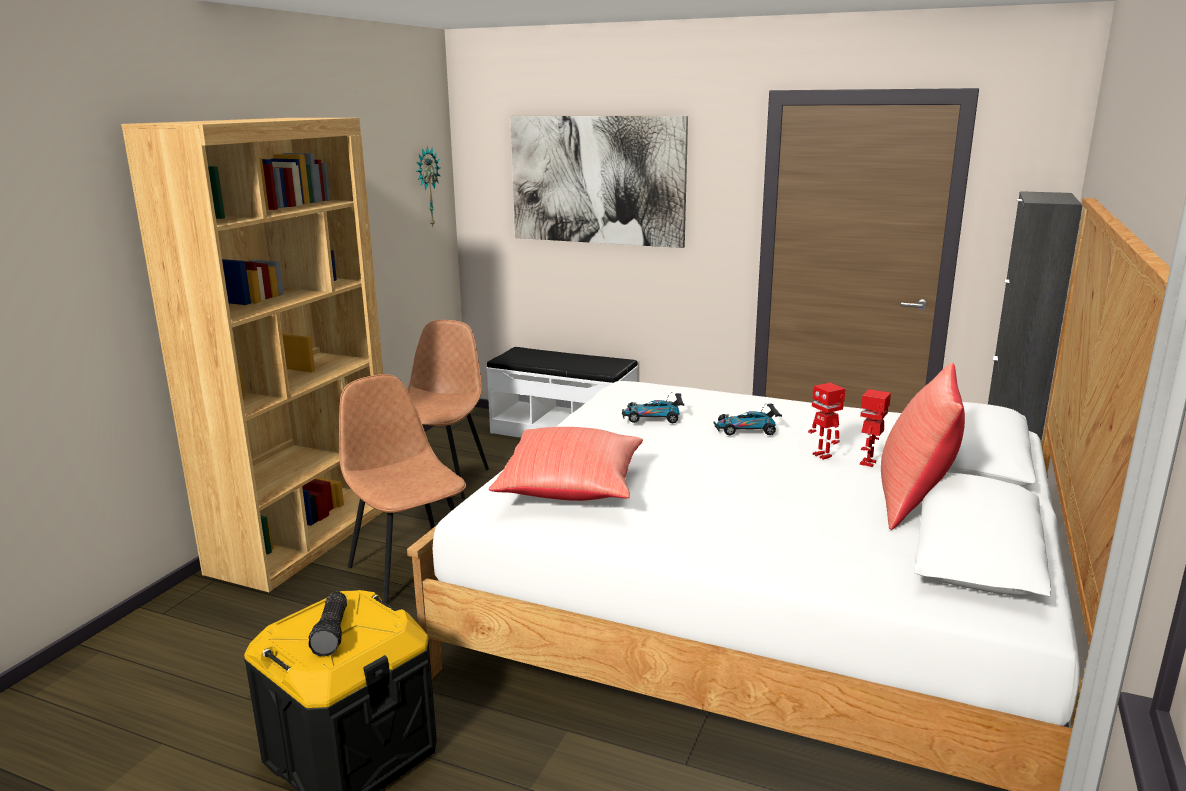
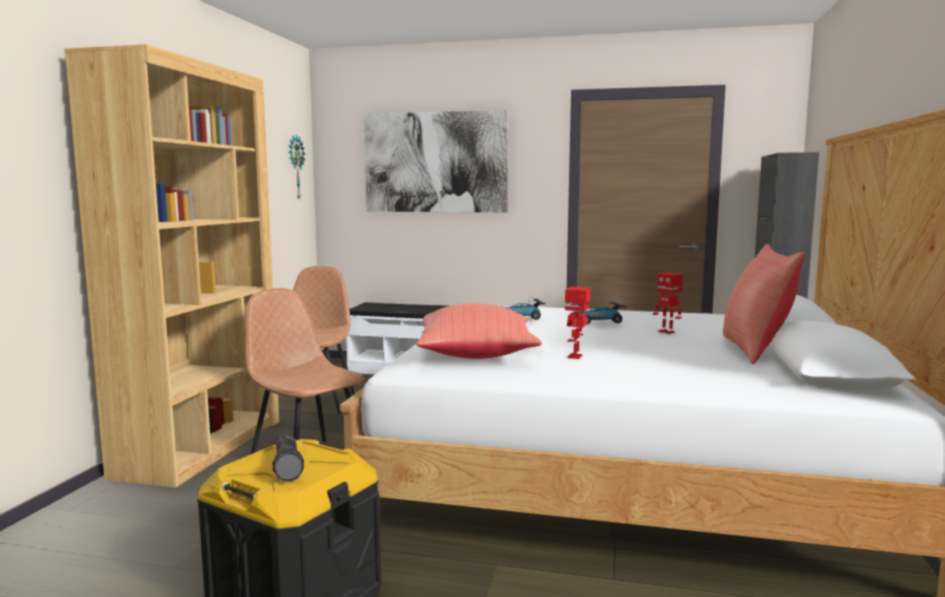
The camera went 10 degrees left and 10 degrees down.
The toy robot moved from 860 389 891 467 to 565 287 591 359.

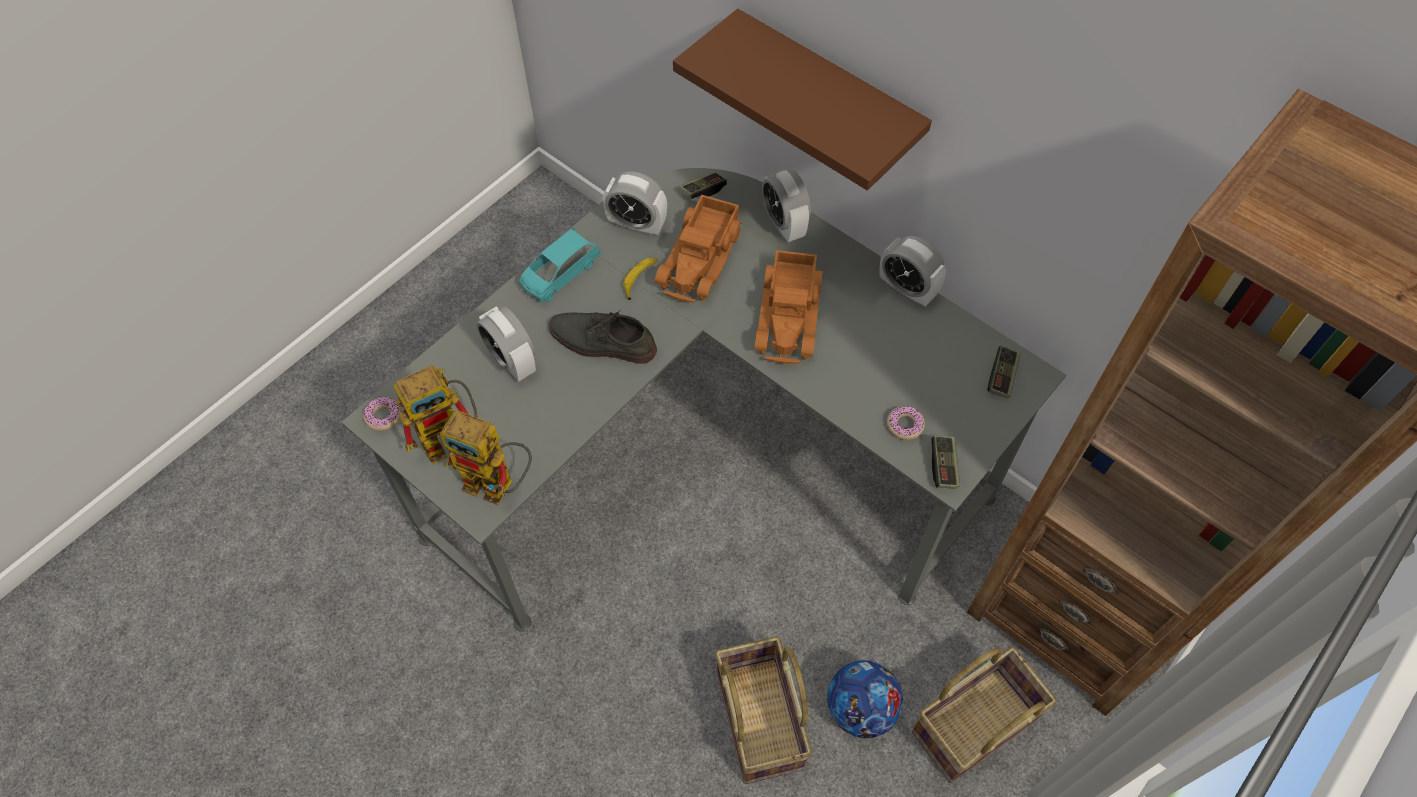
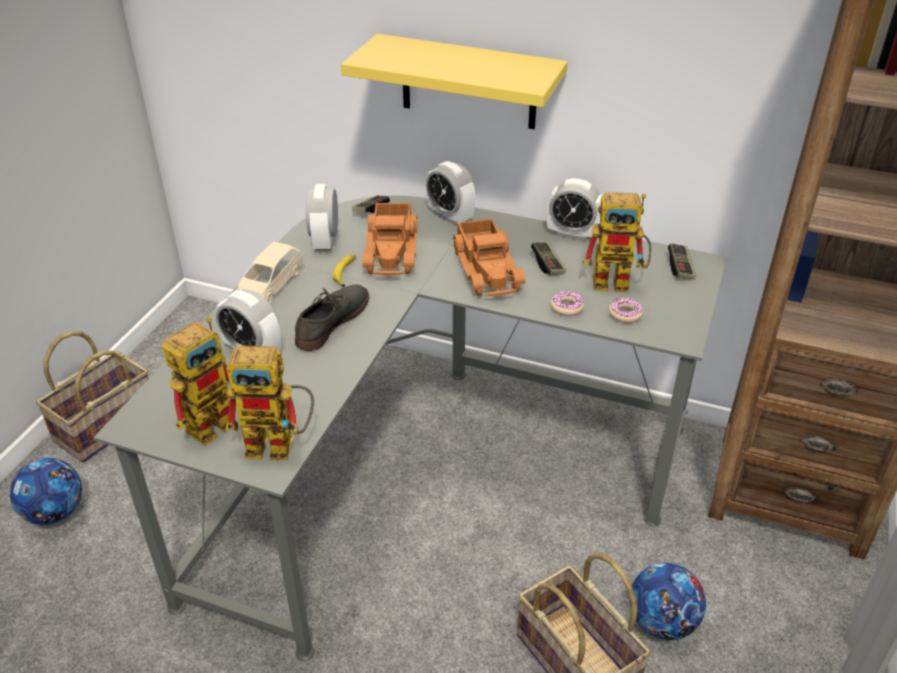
The camera went 20 degrees left and 20 degrees down.
The football at 10 458 82 525 appeared.
The toy robot at 582 192 652 292 appeared.
The donut moved from 363 397 401 431 to 550 291 584 316.
The basket moved from 911 647 1057 783 to 36 331 149 462.
The game controller moved from 931 436 960 489 to 531 242 566 275.
The toy car/turquoise at 519 228 600 302 became the toy car/beige at 237 242 303 303.
The shelf/brown at 673 9 932 190 became the shelf/yellow at 341 34 568 129.
The shoe/grey at 548 311 657 364 turned 120 degrees clockwise.
The alarm clock at 603 171 667 237 turned 90 degrees clockwise.

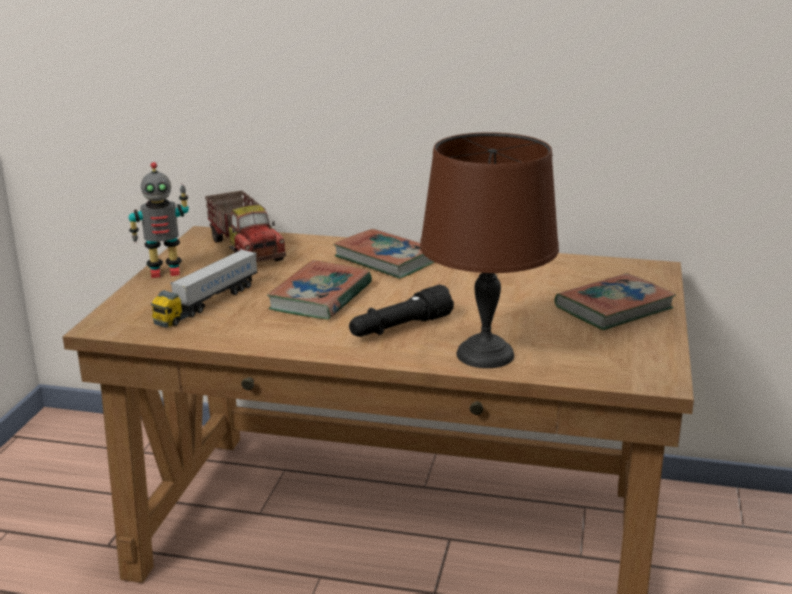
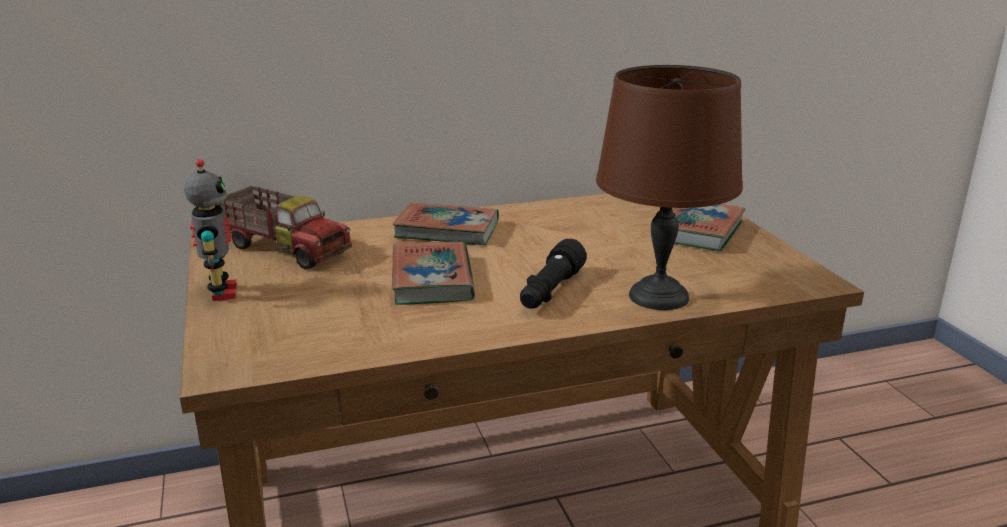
The camera went 30 degrees left and 0 degrees up.
The toy truck at 151 249 258 328 disappeared.
The toy robot at 129 162 189 278 turned 60 degrees counterclockwise.

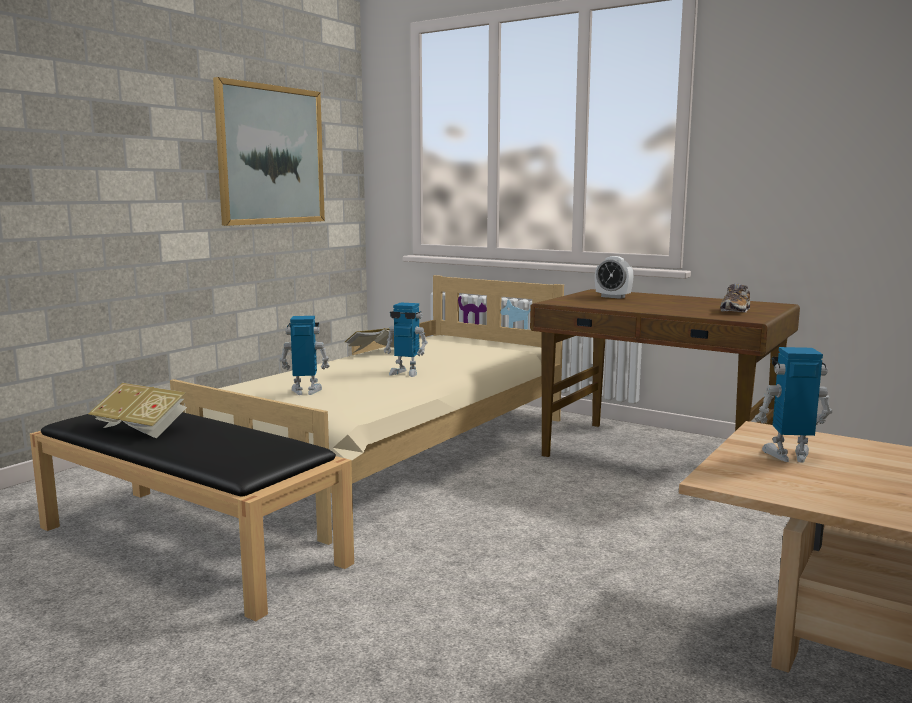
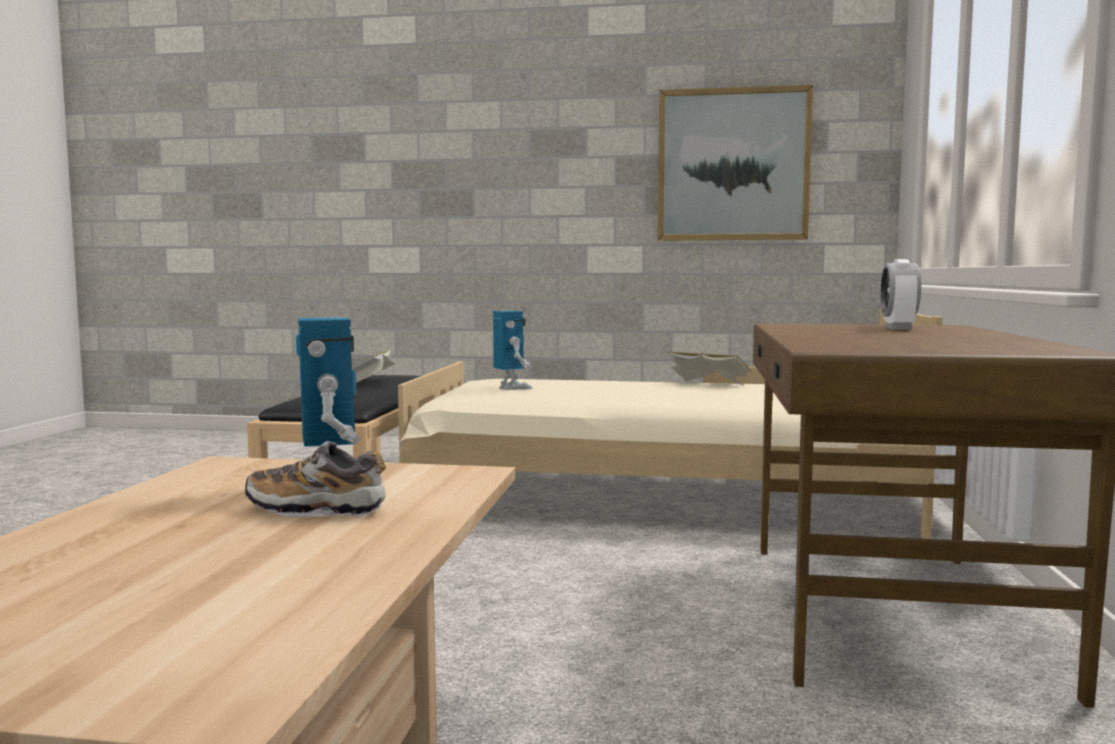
The camera went 65 degrees right and 5 degrees down.
The toy robot at 384 303 428 377 disappeared.
The shoe moved from 720 283 750 313 to 245 441 386 517.

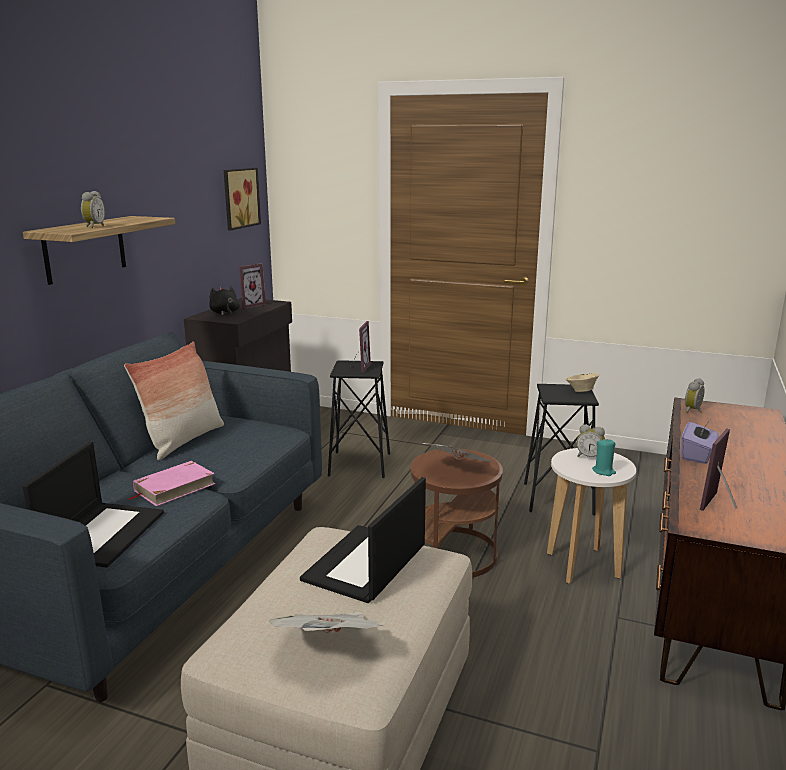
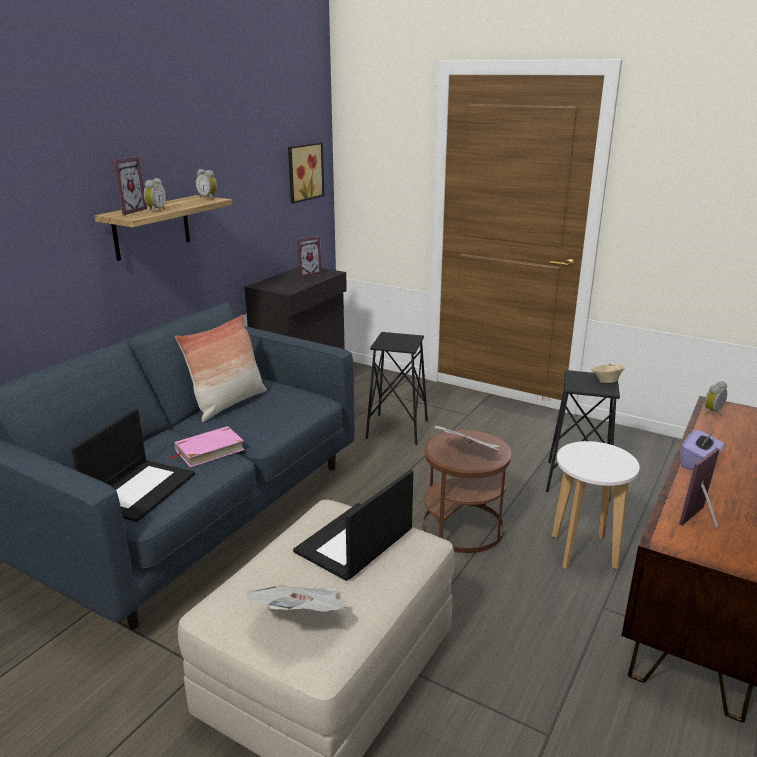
The camera went 10 degrees right and 5 degrees up.
The plush toy/black at 209 286 240 316 disappeared.
The candle/turquoise at 592 439 616 476 disappeared.
The picture frame moved from 351 321 371 373 to 113 156 147 215.
The alarm clock moved from 576 424 605 457 to 196 169 217 200.

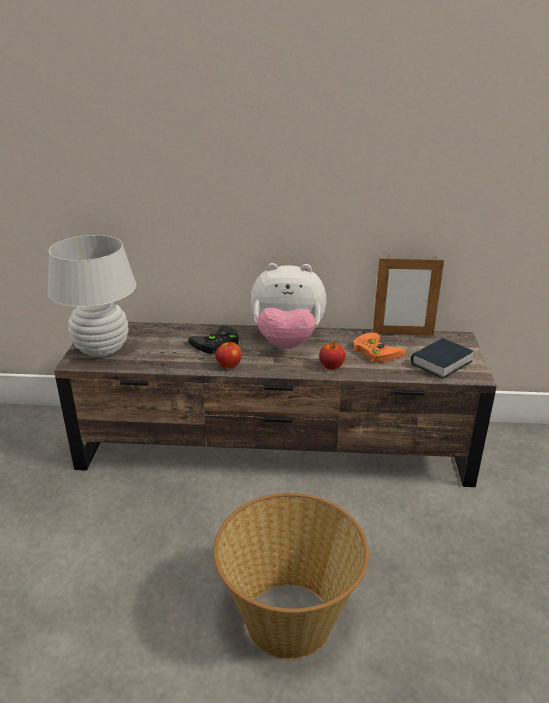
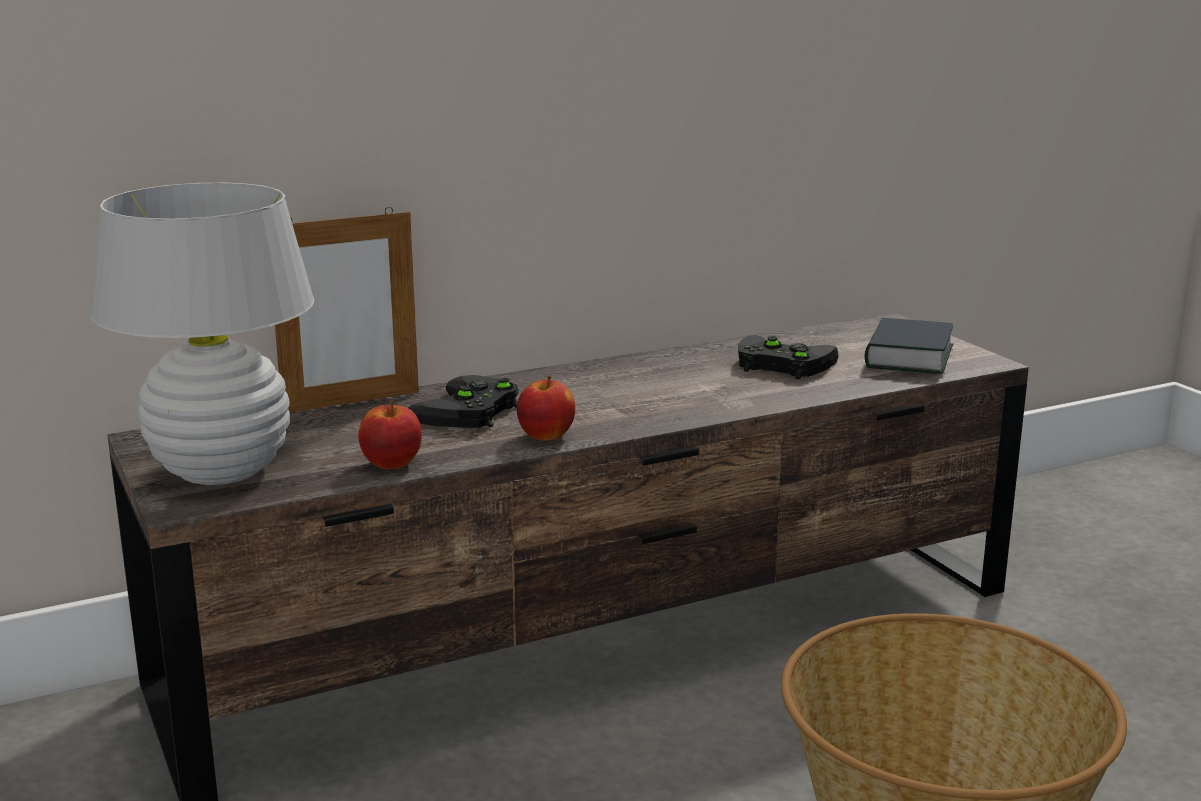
The camera went 30 degrees left and 10 degrees down.
The plush toy at 251 263 327 349 disappeared.
The apple moved from 319 342 345 370 to 358 400 422 469.
The picture frame moved from 373 256 444 336 to 275 207 419 413.
The game controller/orange at 353 332 406 363 became the game controller/black at 738 335 838 379.

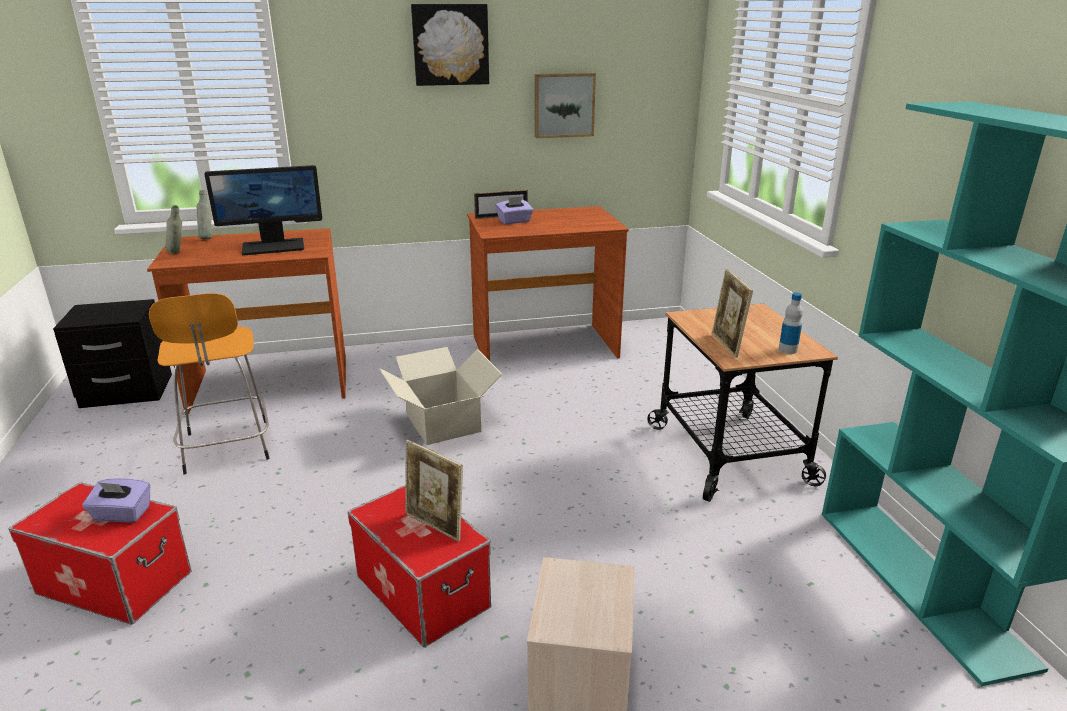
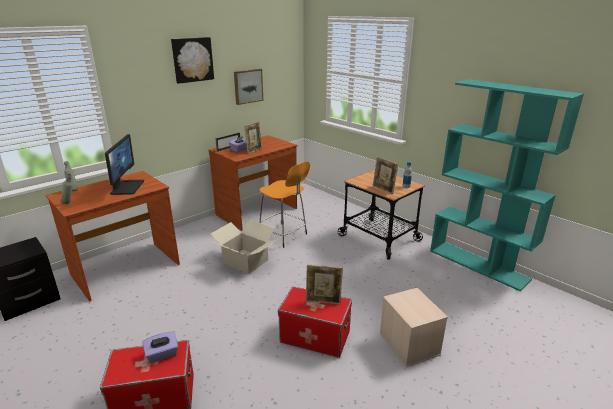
The camera went 30 degrees left and 0 degrees up.
The picture frame at 244 121 262 154 appeared.
The stool/orange moved from 149 293 270 475 to 259 161 310 248.
The monitor at 204 165 322 255 turned 45 degrees counterclockwise.

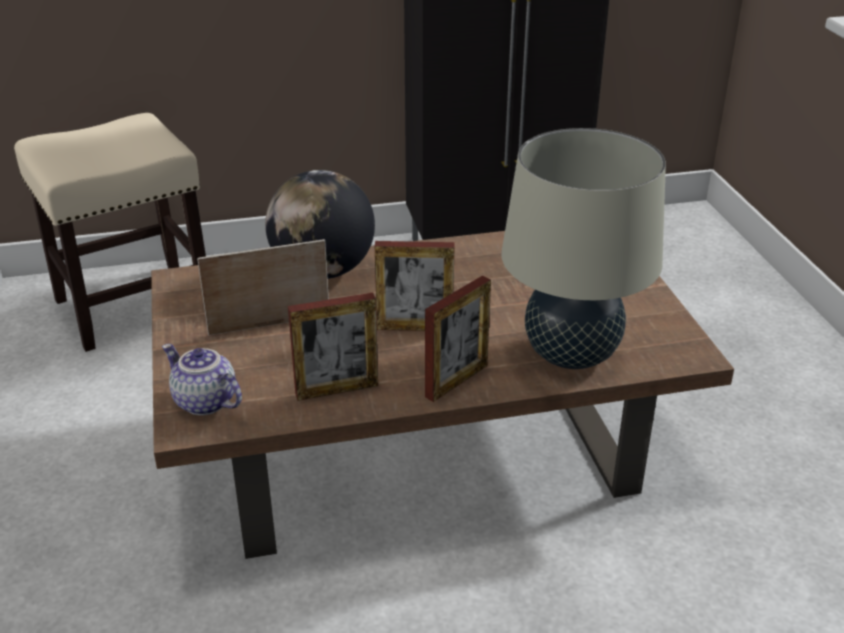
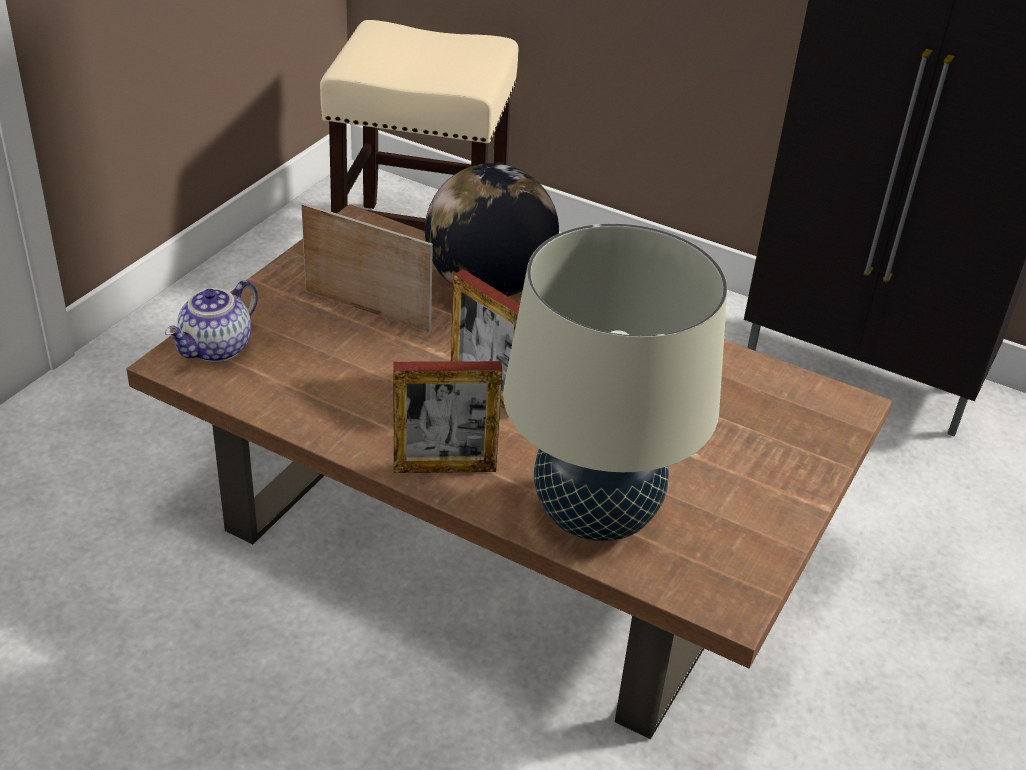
The camera went 40 degrees right and 5 degrees up.
The picture frame at 288 293 378 401 disappeared.
The teapot at 162 344 242 415 turned 135 degrees counterclockwise.

